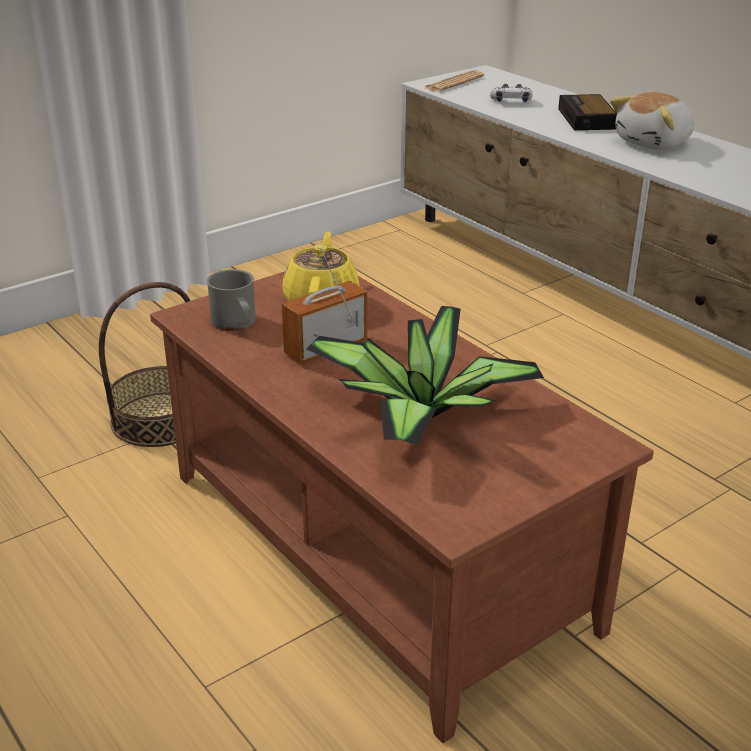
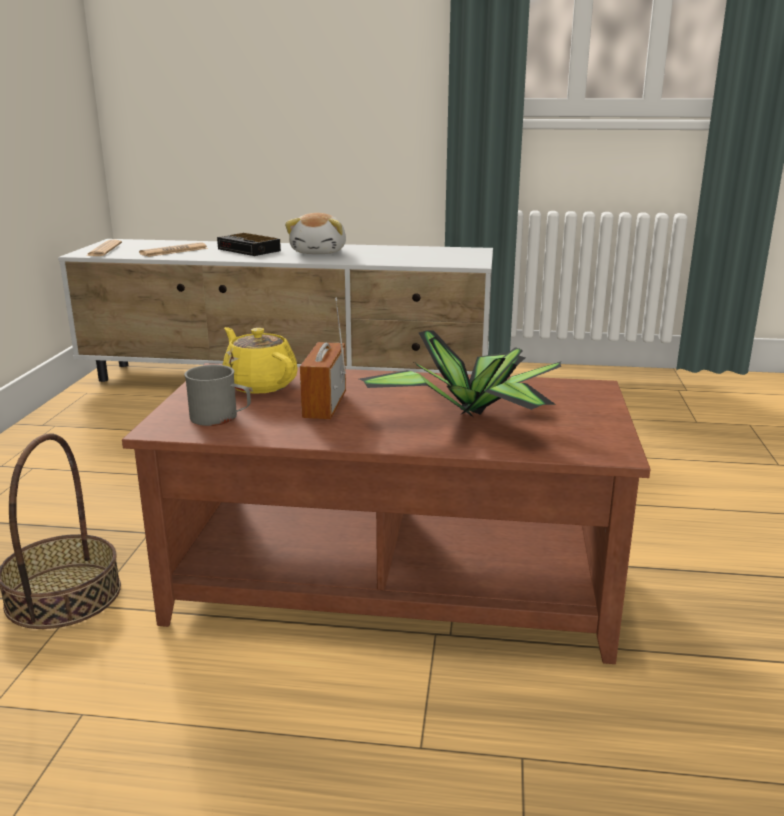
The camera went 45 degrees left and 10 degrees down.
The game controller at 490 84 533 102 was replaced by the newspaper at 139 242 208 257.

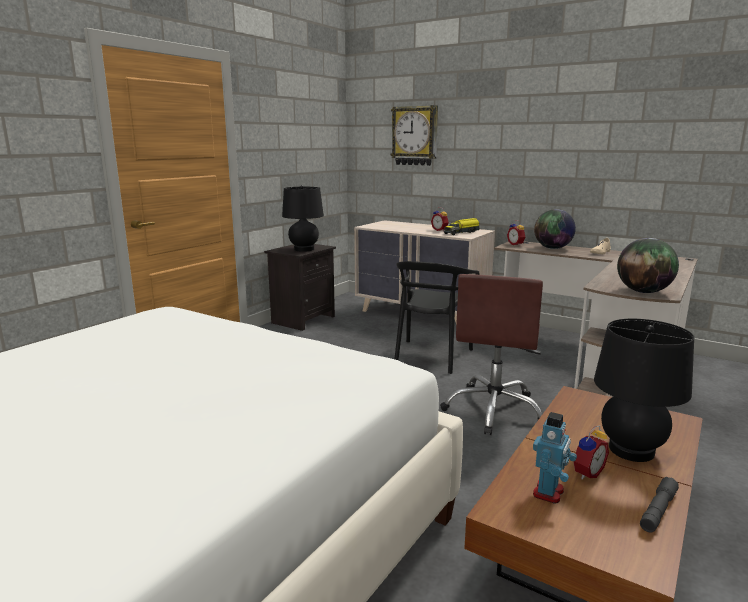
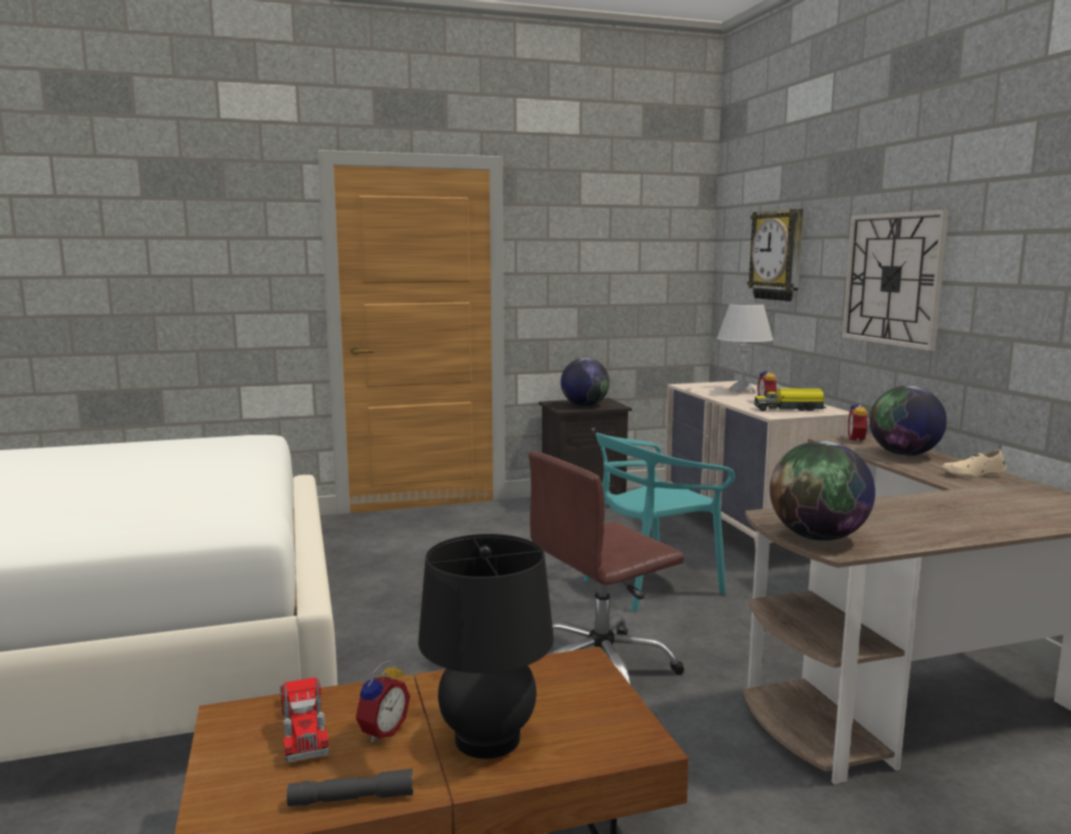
The camera went 40 degrees right and 5 degrees down.
The table lamp/white at 716 303 773 393 appeared.
The wall clock at 842 209 949 351 appeared.
The table lamp/black at 282 185 324 252 was replaced by the globe at 561 358 610 407.
The toy robot at 533 412 577 504 was replaced by the toy truck at 280 677 329 762.
The chair/black at 395 261 479 374 became the chair/turquoise at 584 433 735 612.
The alarm clock at 573 426 609 480 turned 60 degrees counterclockwise.

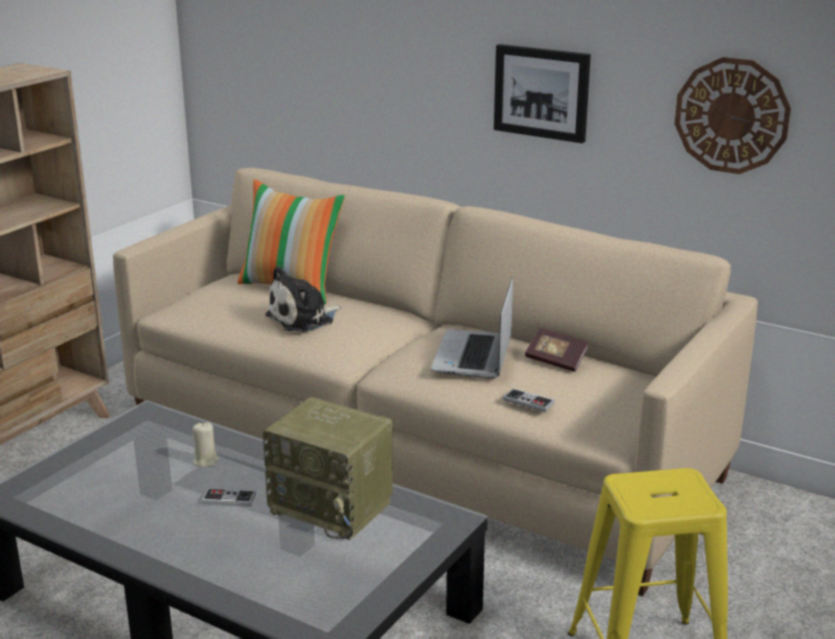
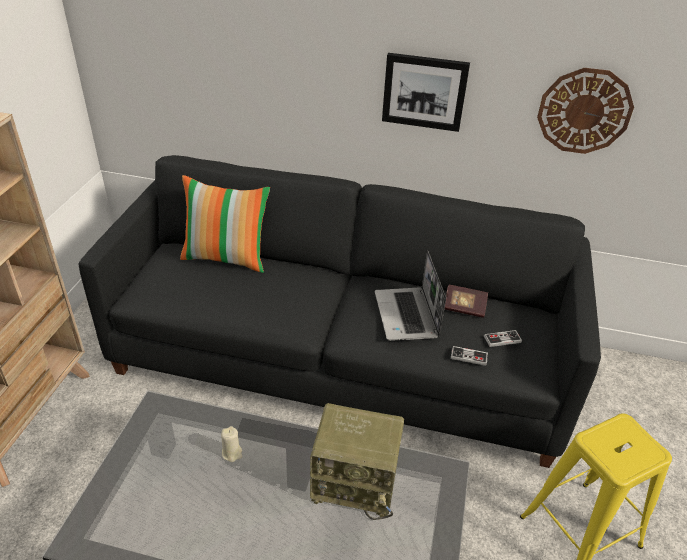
The camera went 20 degrees left and 15 degrees up.
The plush toy at 265 266 342 332 disappeared.
The game controller moved from 201 488 256 507 to 484 330 522 347.
The sofa/beige at 113 168 758 596 became the sofa/black at 78 155 601 468.

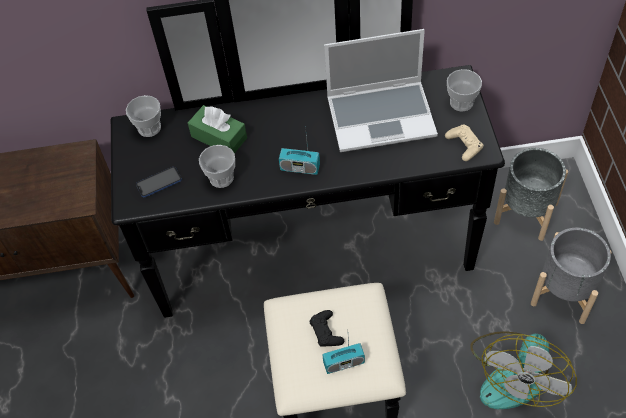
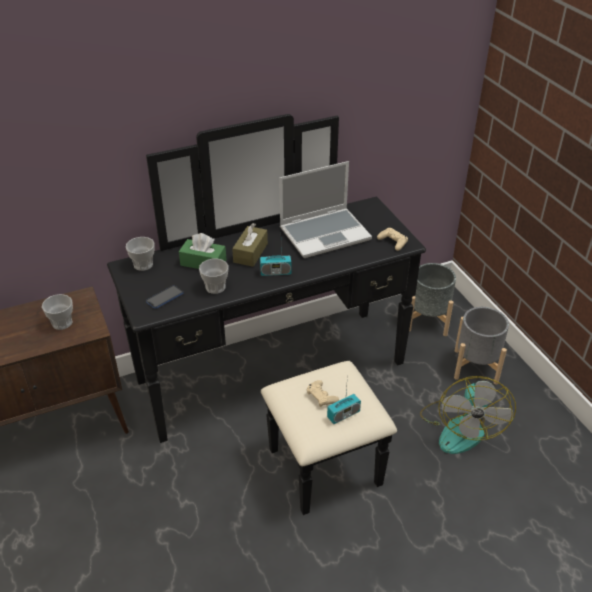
The camera went 20 degrees left and 15 degrees down.
The tissue box/brown at 232 223 268 267 appeared.
The cup moved from 447 69 482 111 to 42 294 73 330.
The game controller/black at 309 310 345 347 became the game controller/beige at 307 380 339 407.

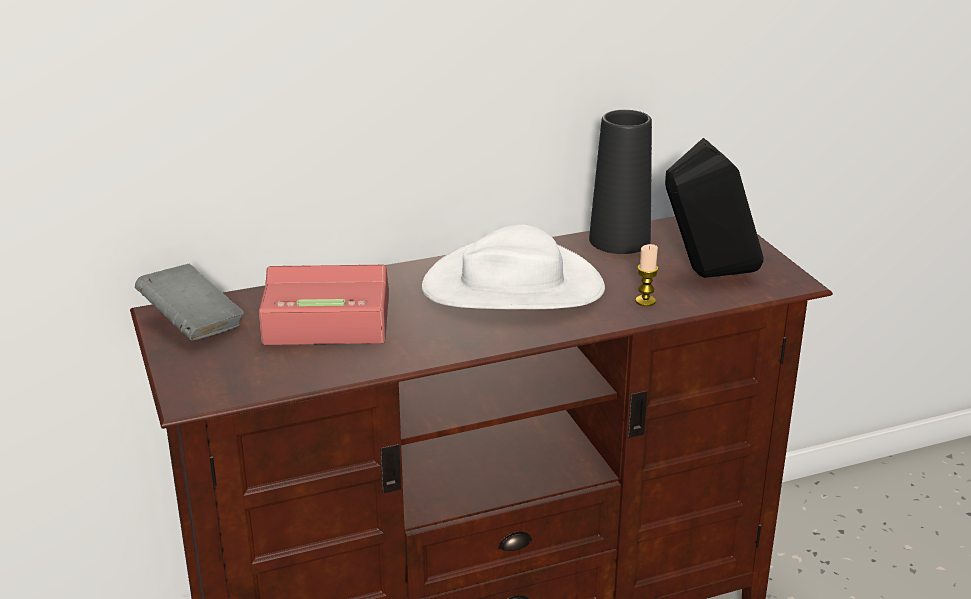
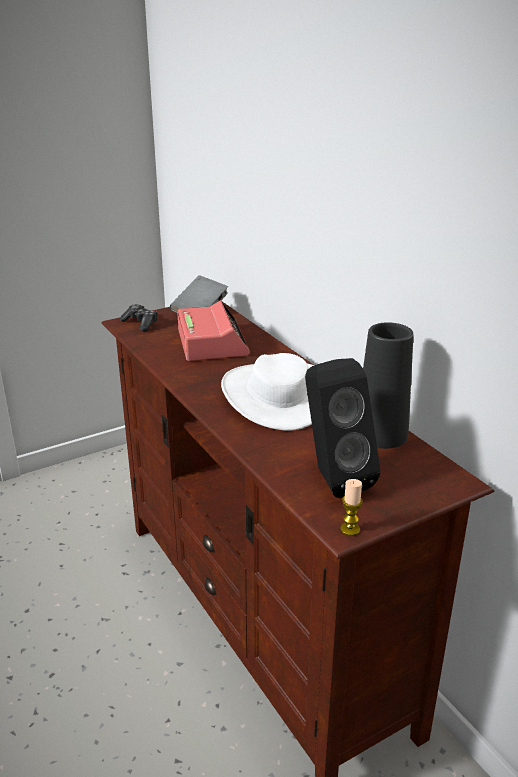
The camera went 80 degrees right and 0 degrees up.
The game controller at 120 304 158 331 appeared.
The candle moved from 635 244 658 306 to 340 479 363 536.

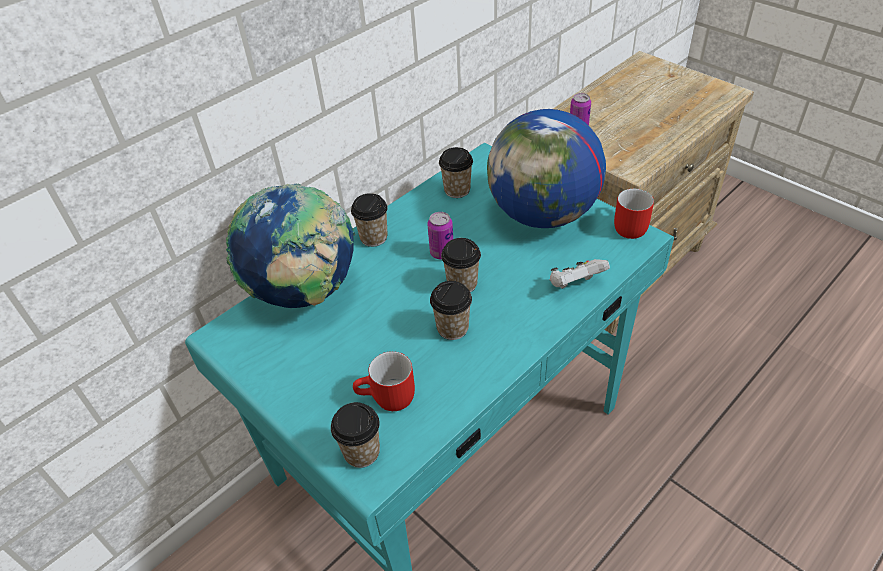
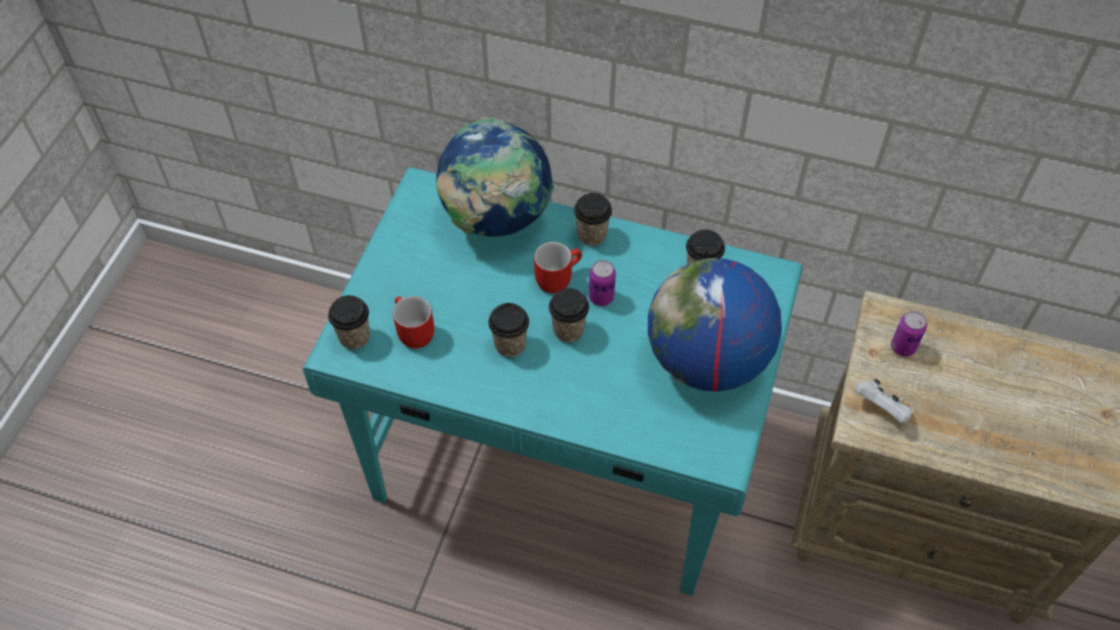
The camera went 60 degrees right and 10 degrees up.
The game controller/white moved from 550 259 610 289 to 854 379 912 424.
The mug/red moved from 614 189 654 239 to 534 242 582 293.

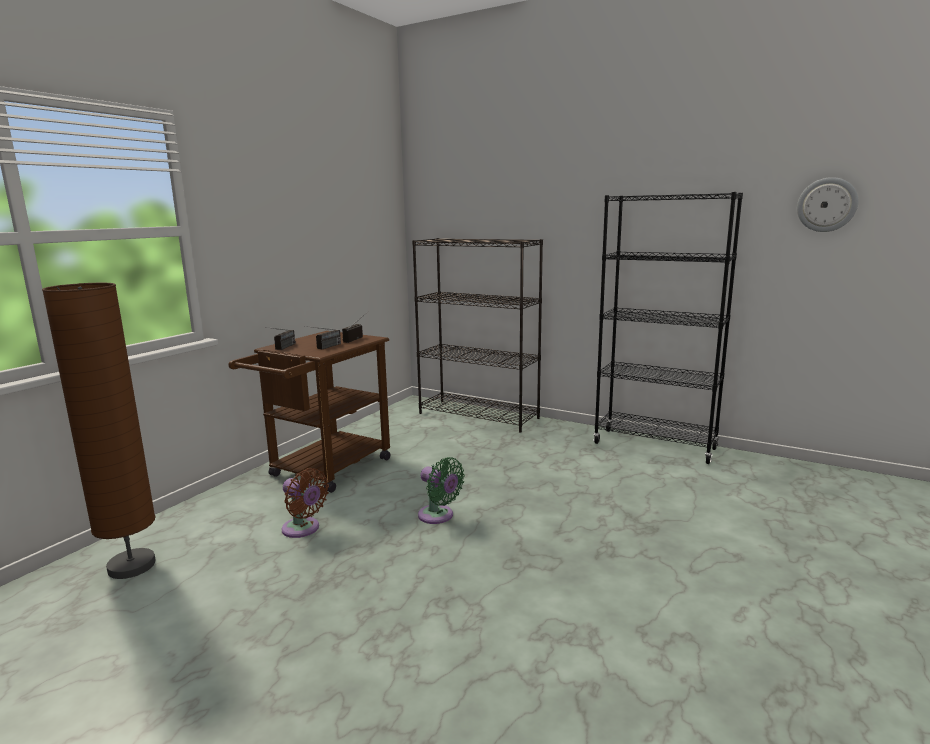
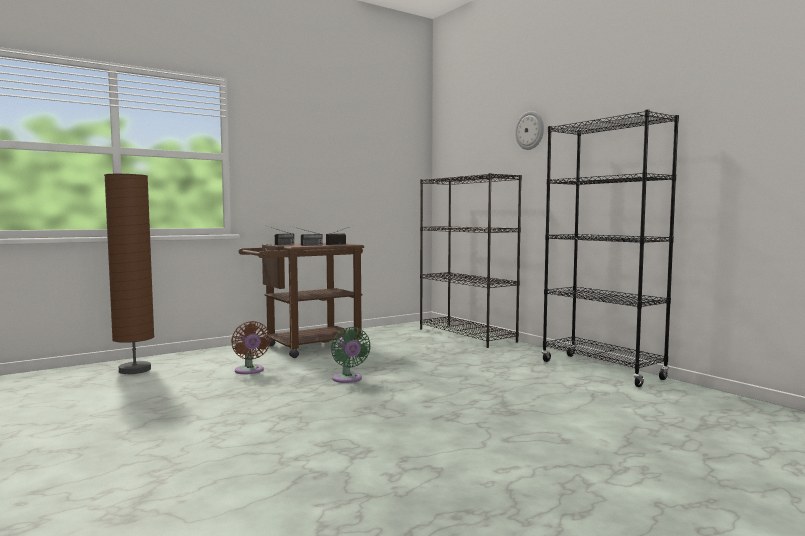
The camera went 25 degrees right and 10 degrees down.
The wall clock moved from 797 177 858 232 to 515 111 544 150.

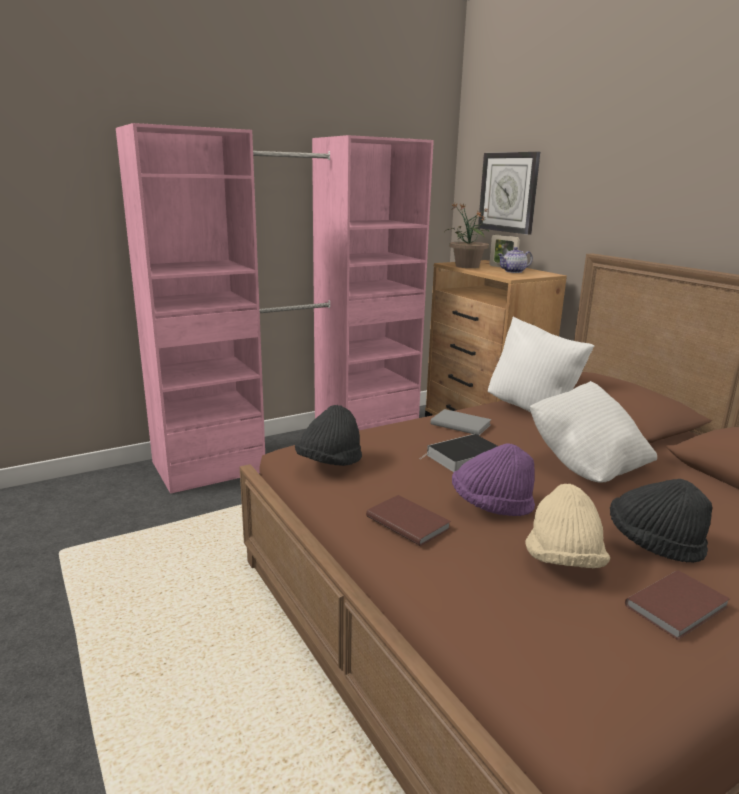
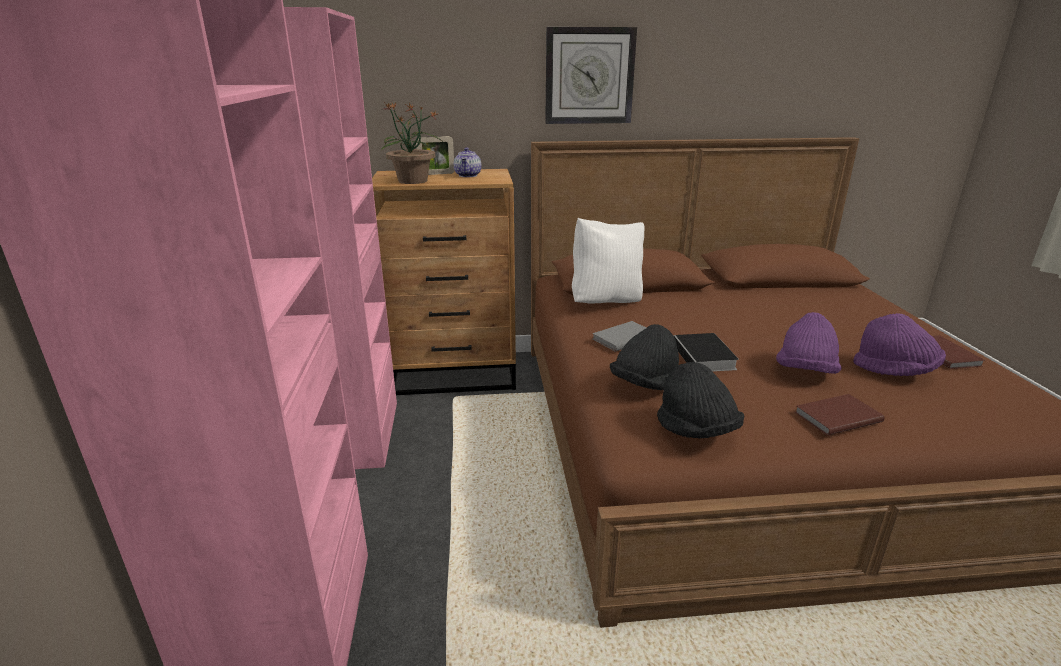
The camera went 65 degrees left and 5 degrees up.
The pillow/white at 530 381 657 482 disappeared.
The wall clock moved from 478 152 540 235 to 545 27 637 124.
The hat/black moved from 610 479 712 563 to 610 324 679 390.
The hat/beige at 525 484 610 568 became the hat/purple at 853 313 946 376.

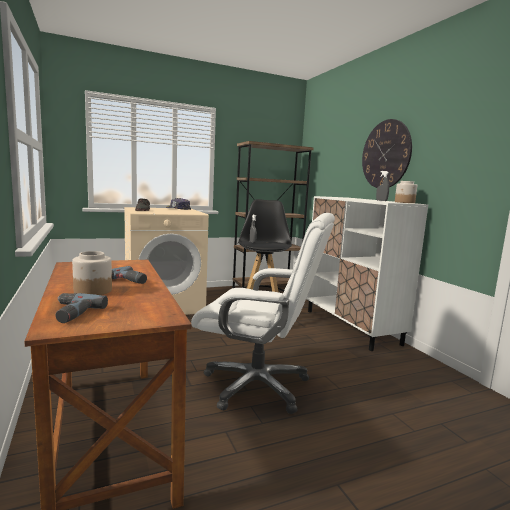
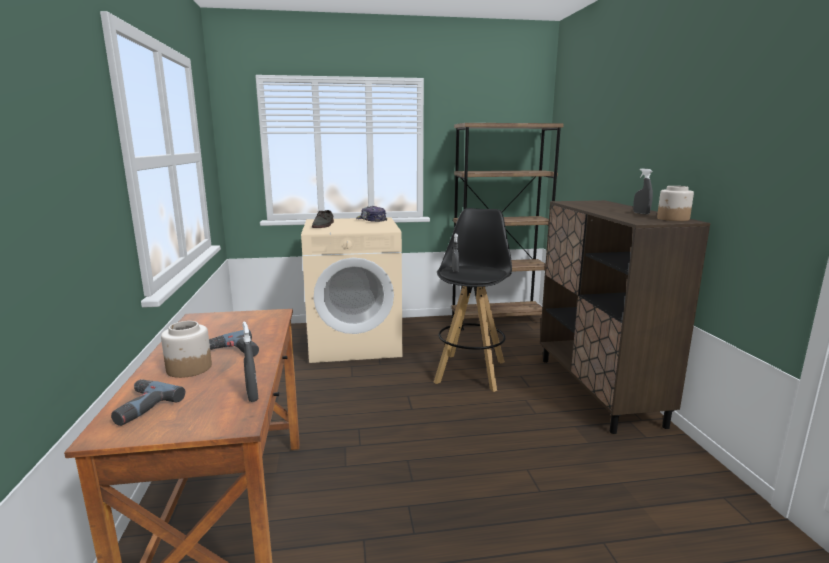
The camera went 15 degrees right and 5 degrees up.
The office chair/white at 191 213 335 414 disappeared.
The wall clock at 362 119 412 188 disappeared.
The spray bottle/grey at 243 321 258 402 appeared.
The cabinet/white at 306 196 428 351 became the cabinet/brown at 540 200 710 434.

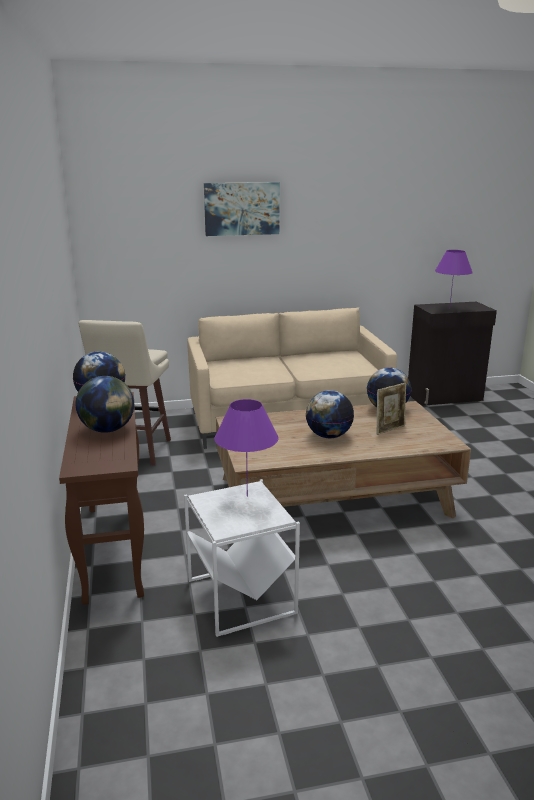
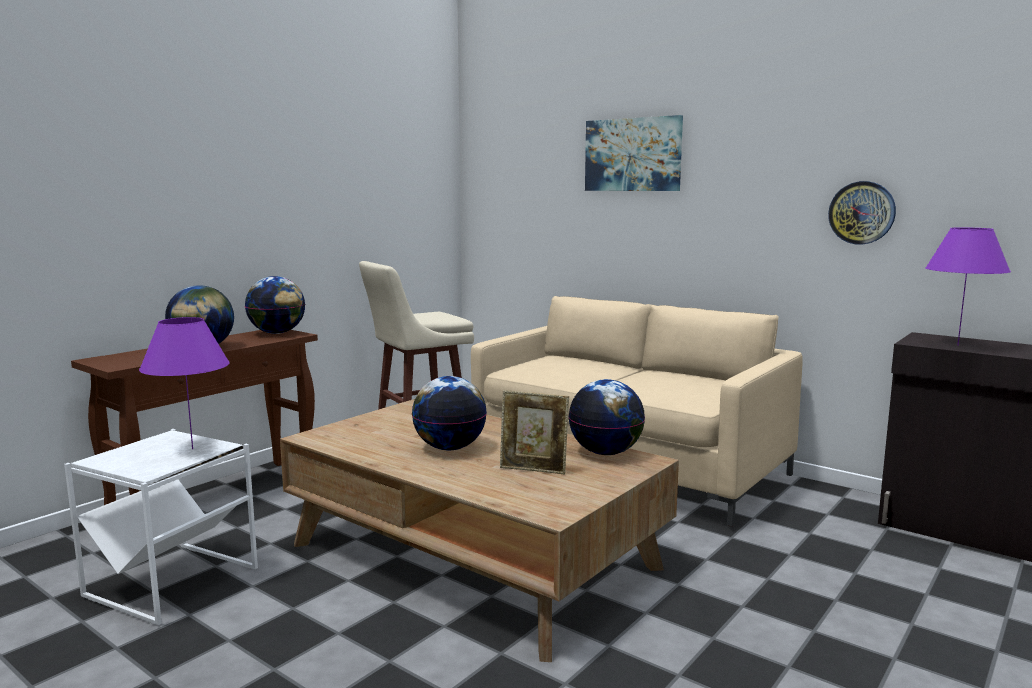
The camera went 50 degrees right and 10 degrees down.
The wall clock at 828 181 896 245 appeared.

